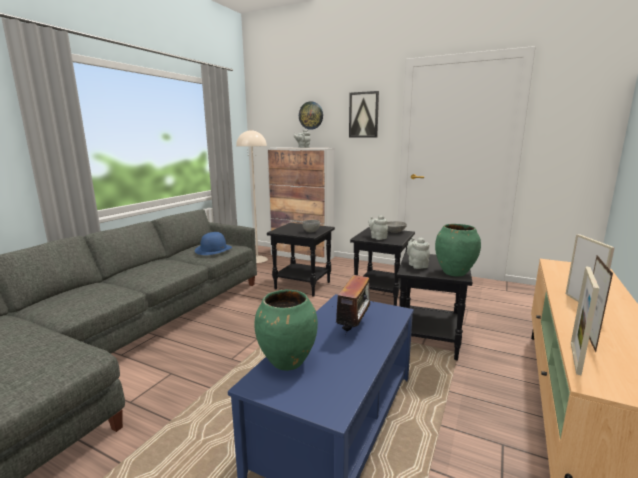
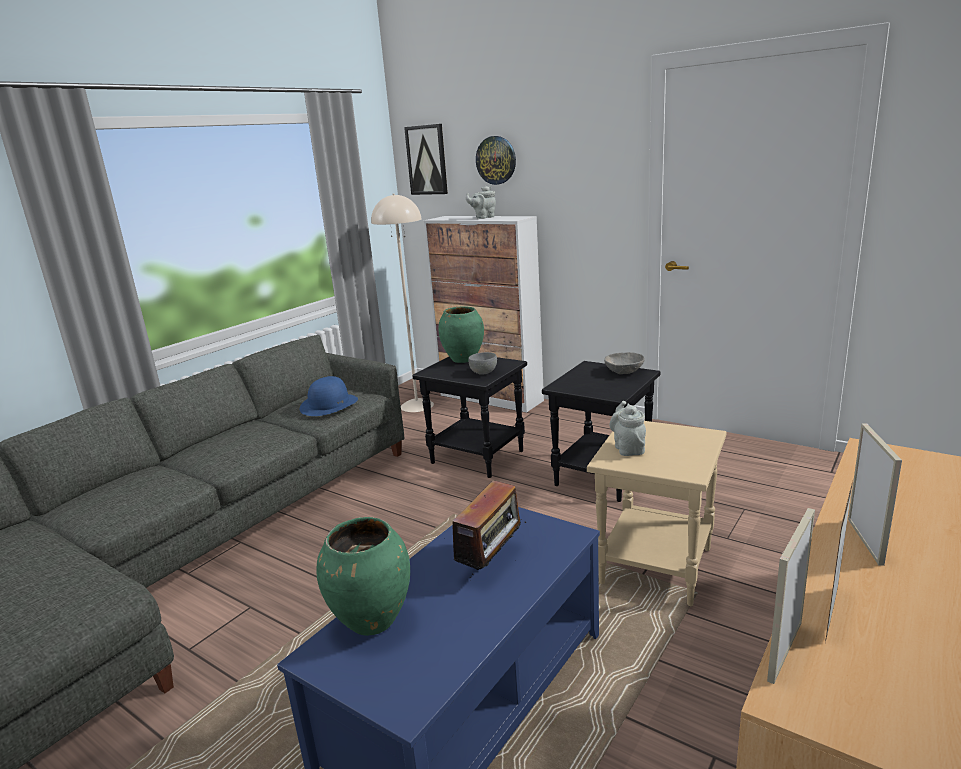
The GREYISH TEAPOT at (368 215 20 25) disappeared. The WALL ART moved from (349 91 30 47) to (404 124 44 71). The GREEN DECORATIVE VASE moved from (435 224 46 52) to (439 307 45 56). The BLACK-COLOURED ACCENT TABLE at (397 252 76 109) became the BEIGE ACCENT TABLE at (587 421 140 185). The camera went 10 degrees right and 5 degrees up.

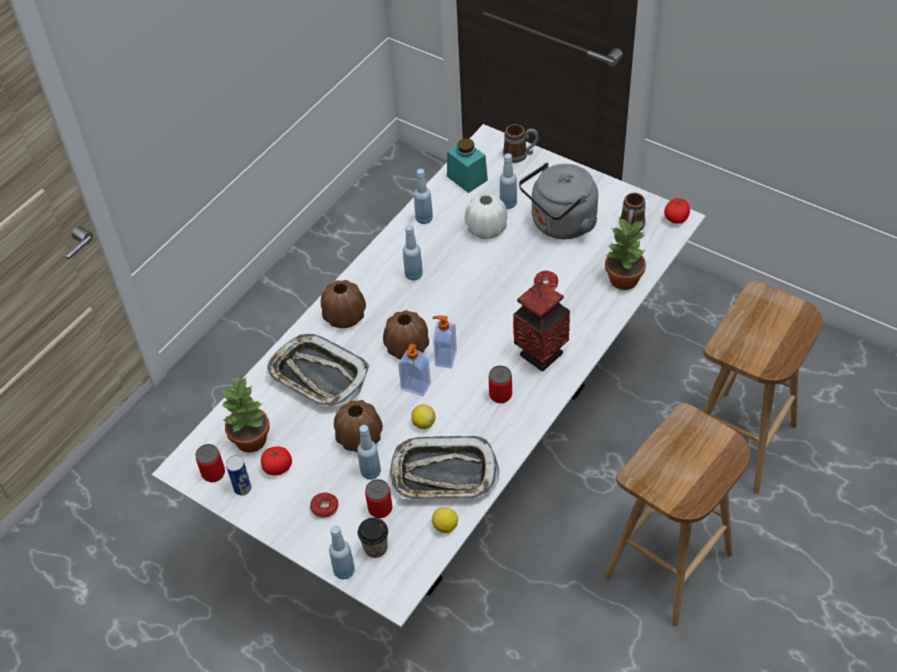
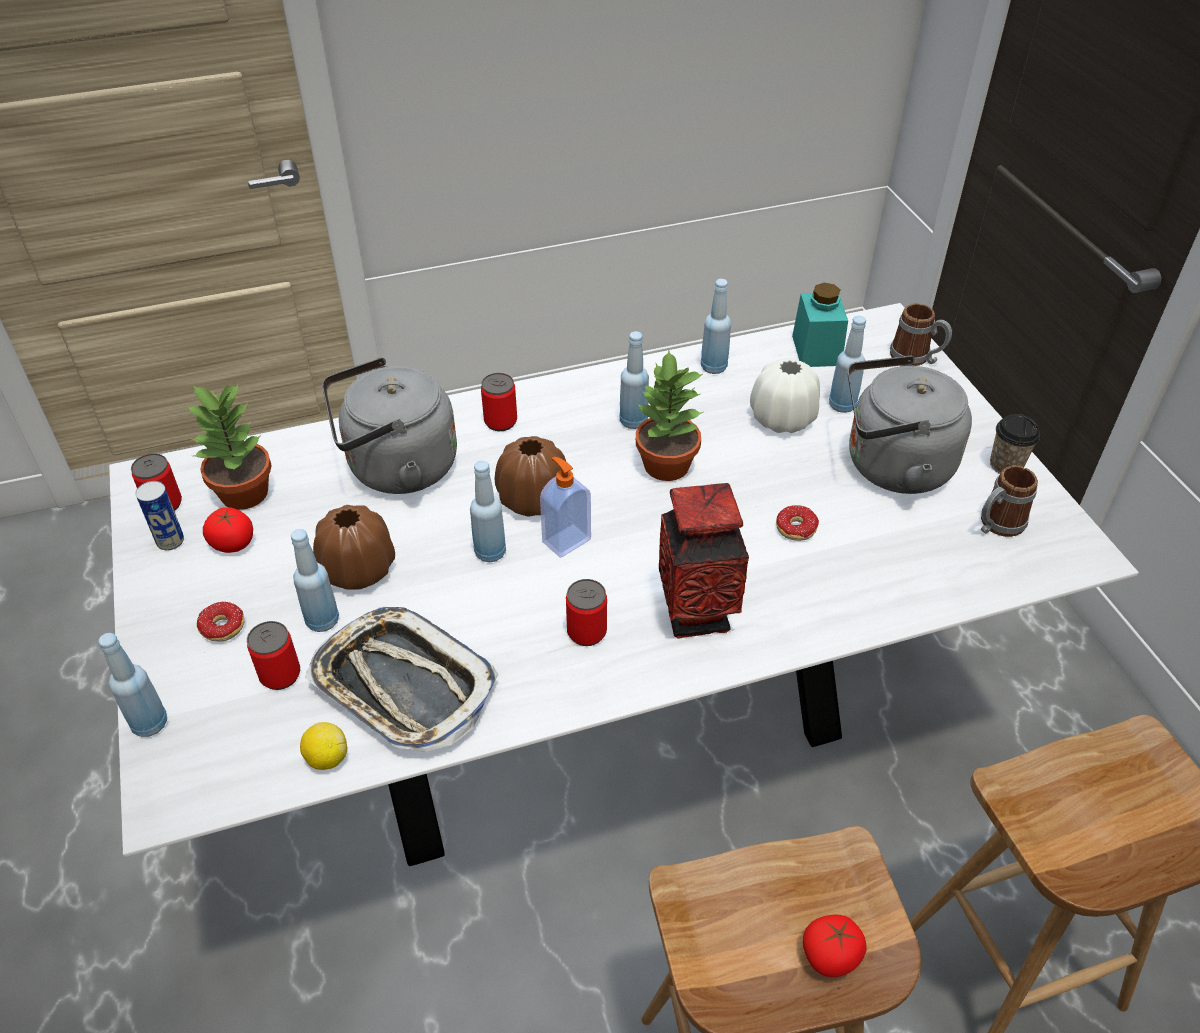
The WHOLE LEMON at (411 404 25 25) disappeared. The DRINKING CUP moved from (358 517 30 41) to (990 414 50 60). The HOUSEPLANT moved from (605 218 41 72) to (636 350 67 131). The WHOLE TOMATO moved from (664 198 26 26) to (803 915 64 62). The SERVING TRAY at (266 334 104 73) was replaced by the GREYISH WATER KETTLE at (322 357 135 137). The BROWN DECORATIVE VASE at (321 280 45 48) was replaced by the CAN at (481 373 36 58). The SOAP BOTTLE at (398 344 33 52) was replaced by the BLUE BOTTLE at (470 461 36 101). The camera went 35 degrees right and 5 degrees down.

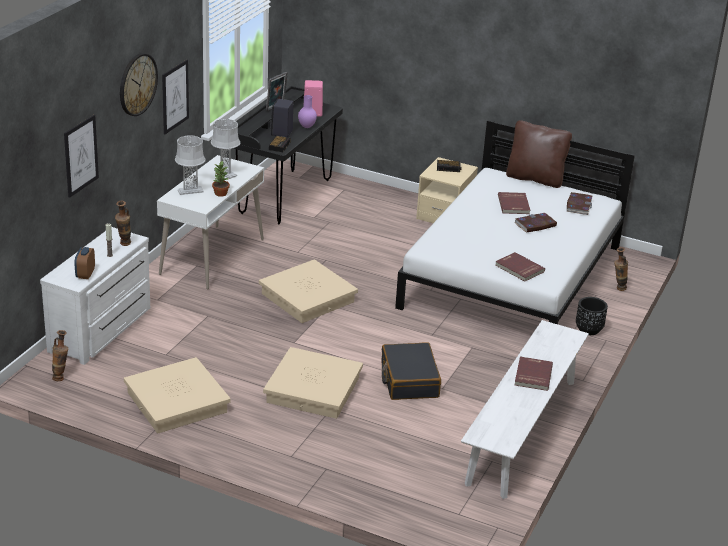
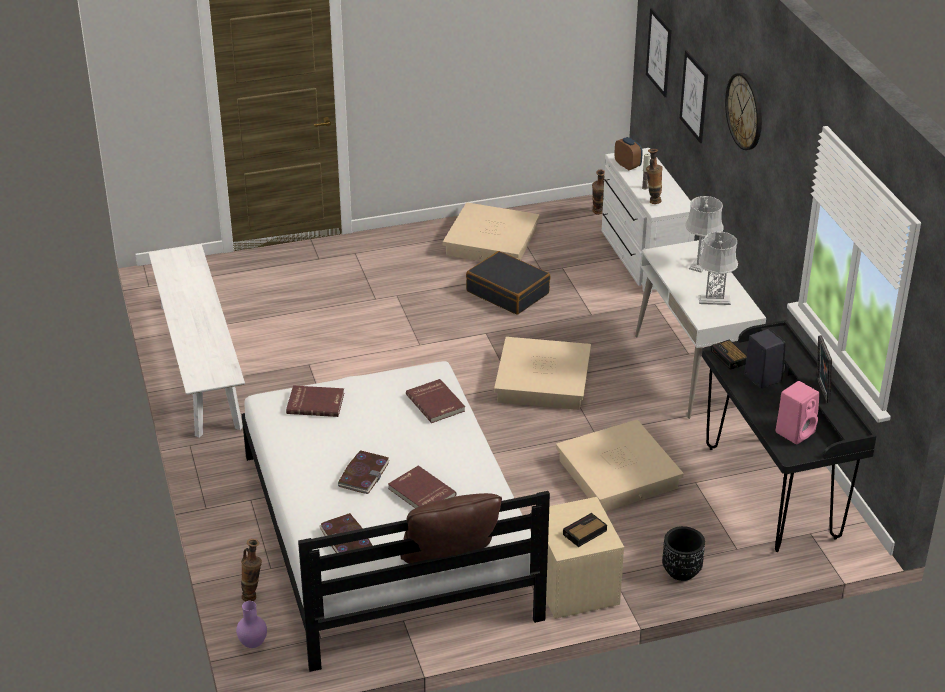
The HOUSEPLANT at (212 161 18 36) disappeared. The WALL ART moved from (162 60 27 74) to (646 8 26 89). The BEIGE STORAGE CONTAINER moved from (263 347 100 72) to (556 420 128 92). The PURPLE DECORATIVE VASE moved from (298 95 19 33) to (236 601 31 47). The BLACK-COLOURED SUITCASE moved from (382 342 59 58) to (466 251 85 64). The RED-COLOURED VOLUME moved from (515 357 38 34) to (406 379 59 44). The BLACK-COLOURED FLOWER POT moved from (576 297 32 38) to (662 526 43 55). The camera went 140 degrees right and 5 degrees up.

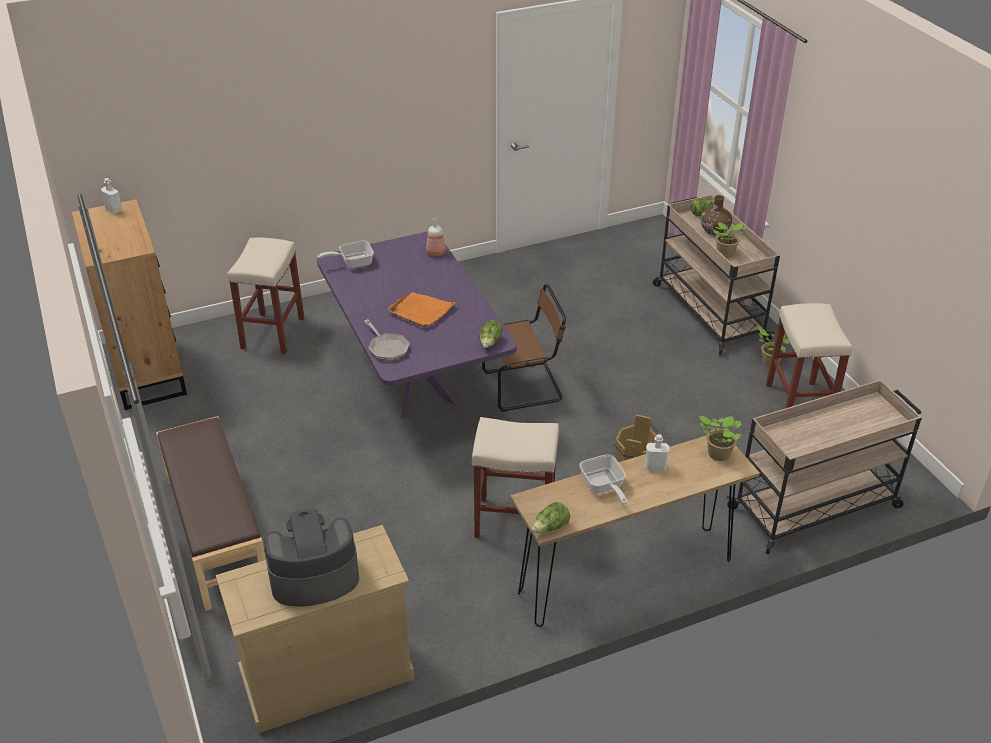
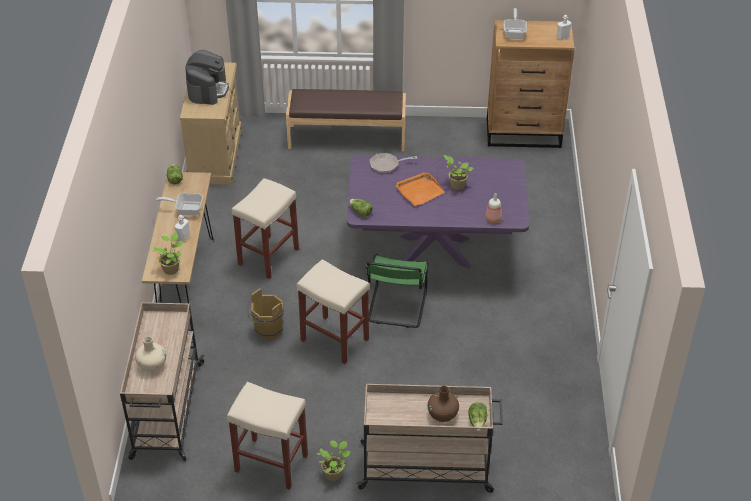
The BEIGE DECORATIVE VASE at (135 336 31 36) appeared. The BEIGE SITTING STOOL moved from (227 238 78 116) to (297 259 73 105). The SKILLET moved from (317 241 57 27) to (504 8 23 31). The HOUSEPLANT moved from (713 222 34 35) to (444 155 29 35). The BROWN CHAIR at (482 284 84 128) became the GREEN CHAIR at (365 254 64 74). The camera went 115 degrees right and 5 degrees up.

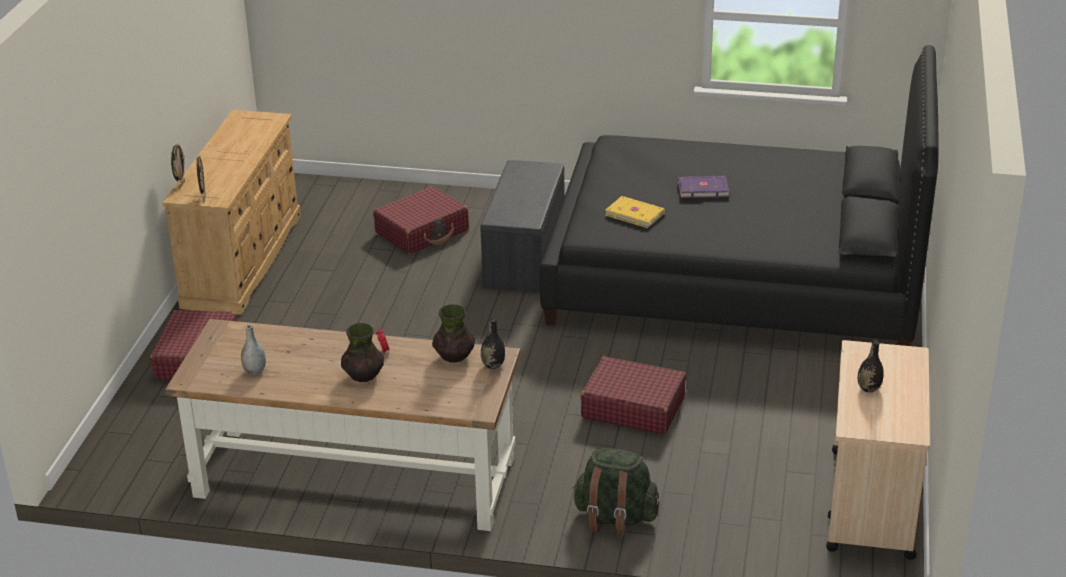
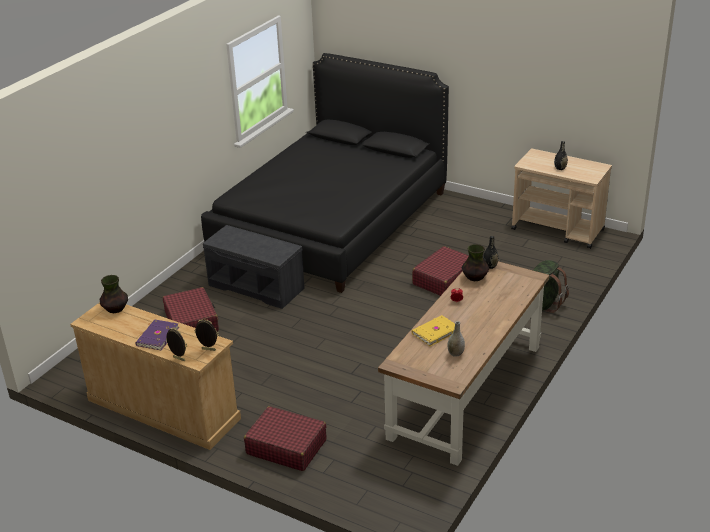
The DECORATIVE VASE moved from (341 323 43 59) to (100 275 28 38). The YELLOW-COLOURED VOLUME moved from (605 196 60 32) to (412 315 43 31). The PURPLE VOLUME moved from (678 176 51 22) to (135 320 44 30). The camera went 70 degrees left and 0 degrees up.

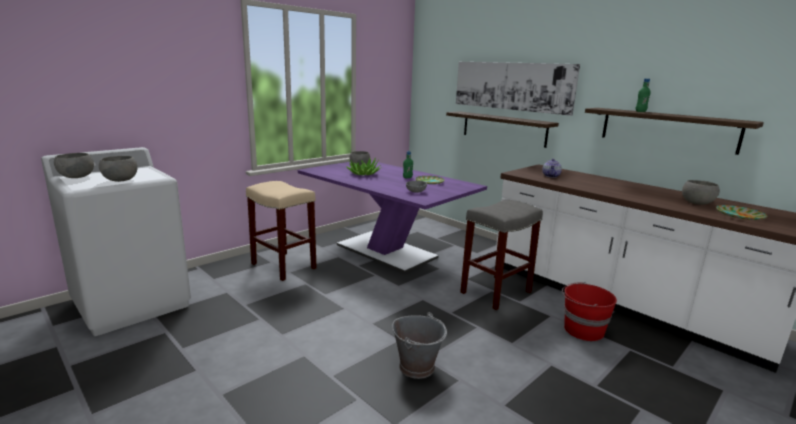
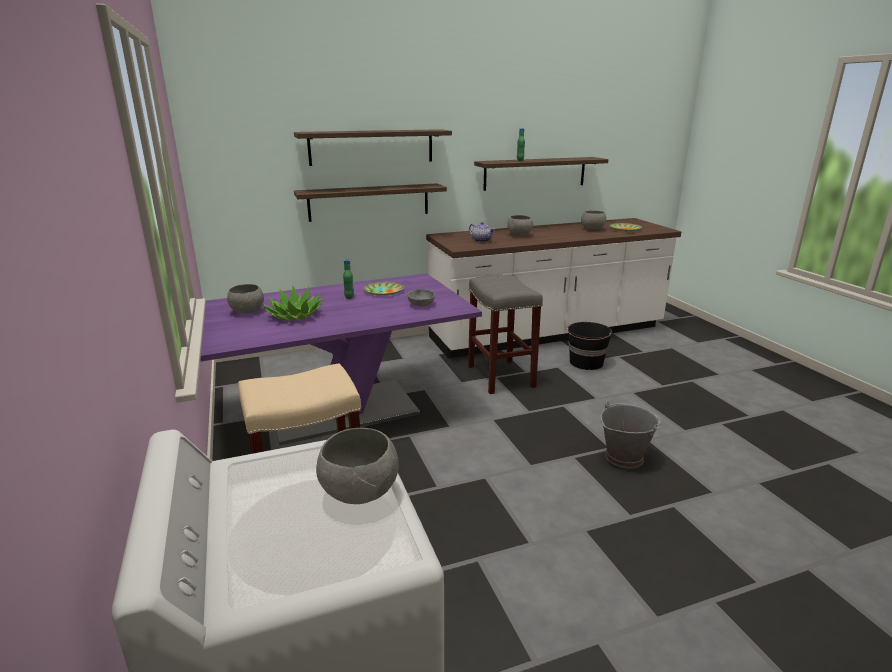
The GREYISH DEEP DISH moved from (54 153 40 25) to (507 215 26 21). The WALL ART at (456 62 124 54) was replaced by the BRACKET SHELF at (294 129 158 37). The RED-COLOURED PAIL at (562 282 55 59) became the BLACK-COLOURED PAIL at (566 322 46 48). The camera went 65 degrees left and 5 degrees up.

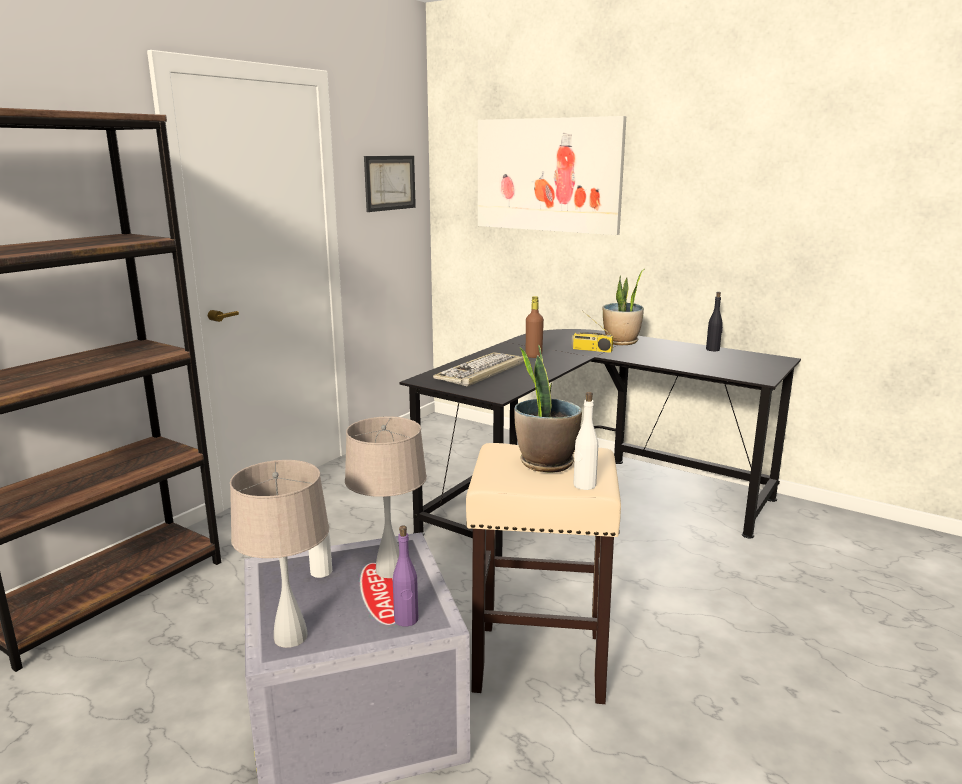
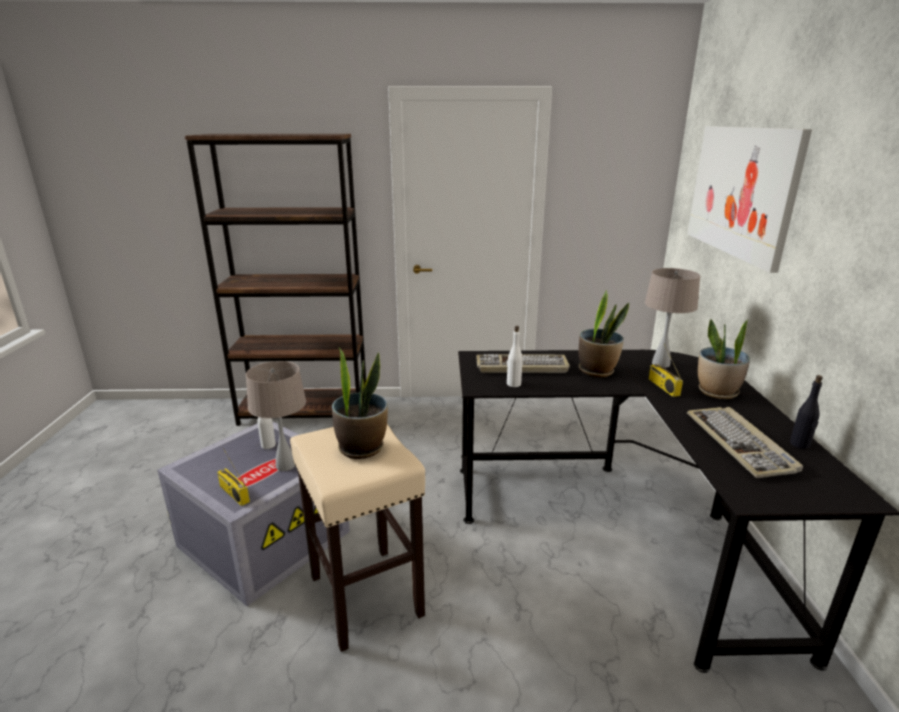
The WALL ART at (364 156 52 56) disappeared. The PC KEYBOARD at (687 407 116 71) appeared. The BEIGE TABLETOP LAMP moved from (230 460 99 188) to (645 268 56 100). The WHITE BOTTLE moved from (574 392 24 98) to (507 326 16 61). The PURPLE BOTTLE at (393 525 25 101) was replaced by the RADIO RECEIVER at (217 448 33 58). The BROWN BOTTLE at (526 296 18 62) was replaced by the HOUSEPLANT at (579 290 50 87). The camera went 55 degrees right and 5 degrees up.

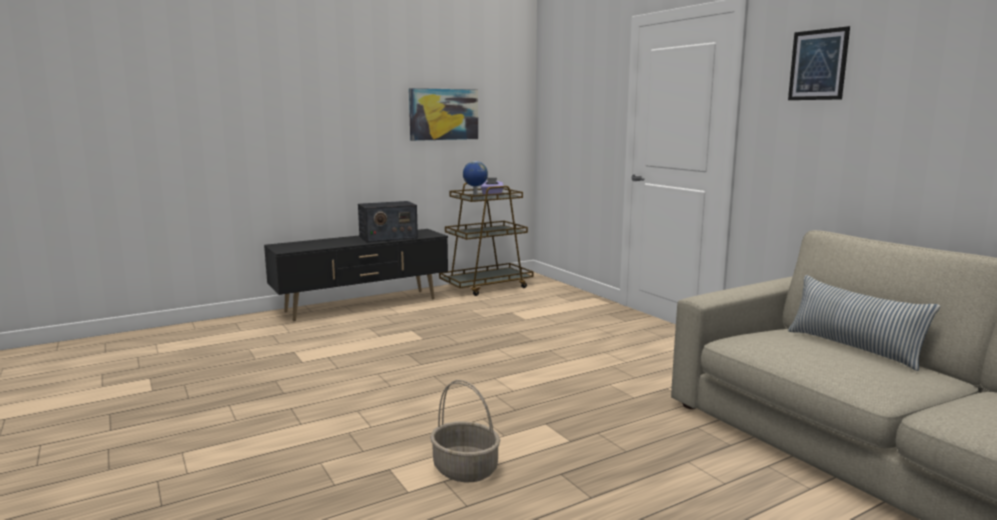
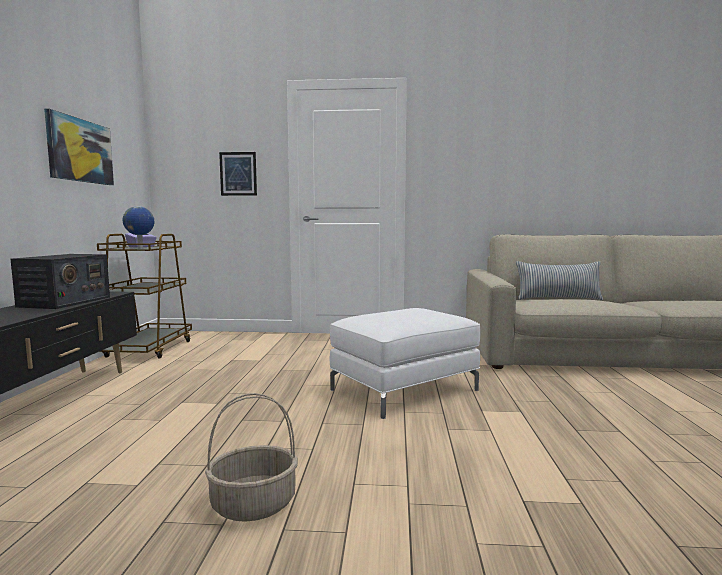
The WHITE POUFFE at (330 308 151 111) appeared. The STORAGE BASKET moved from (430 380 70 102) to (205 393 93 129). The WALL ART moved from (788 26 62 74) to (219 152 38 44). The camera went 55 degrees left and 5 degrees down.

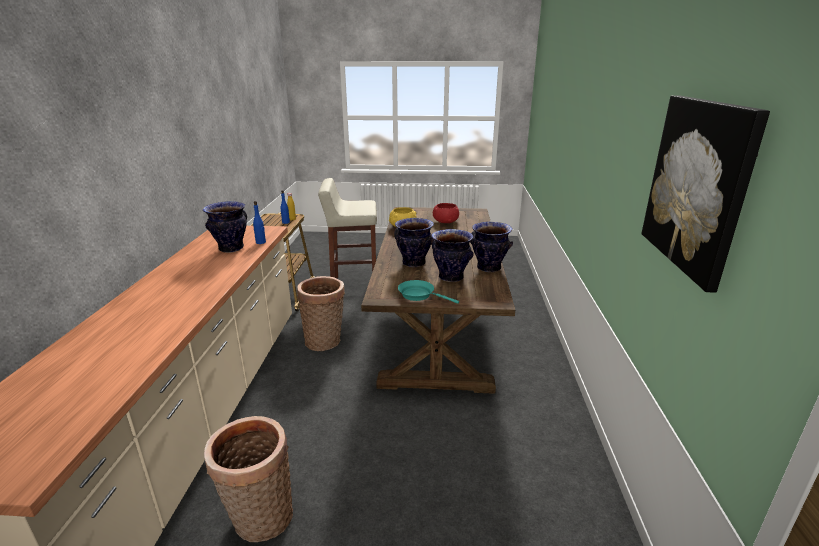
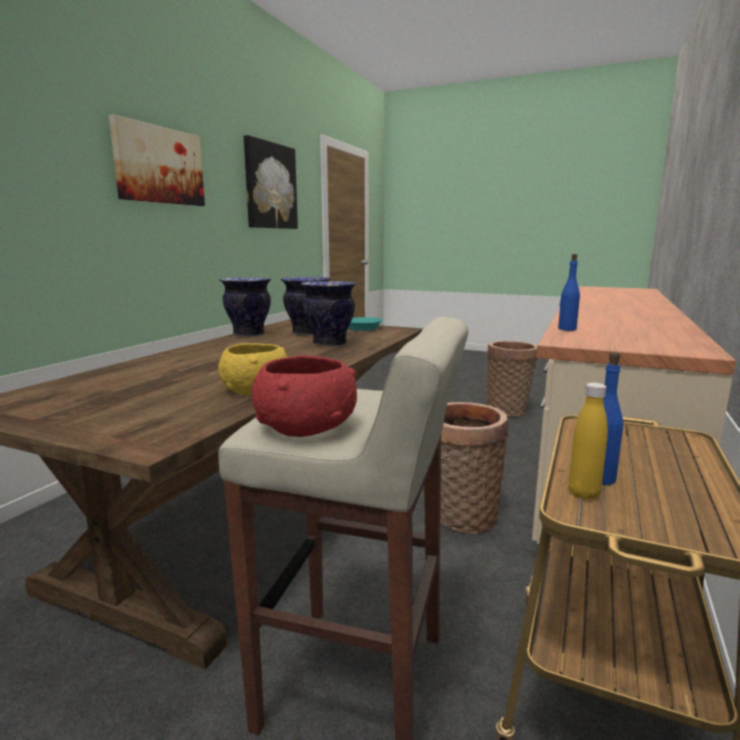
The DECORATIVE VASE at (203 201 44 52) disappeared. The WALL ART at (109 115 96 91) appeared. The RED-COLOURED DEEP DISH moved from (433 203 26 20) to (251 355 106 82). The camera went 160 degrees left and 10 degrees down.

